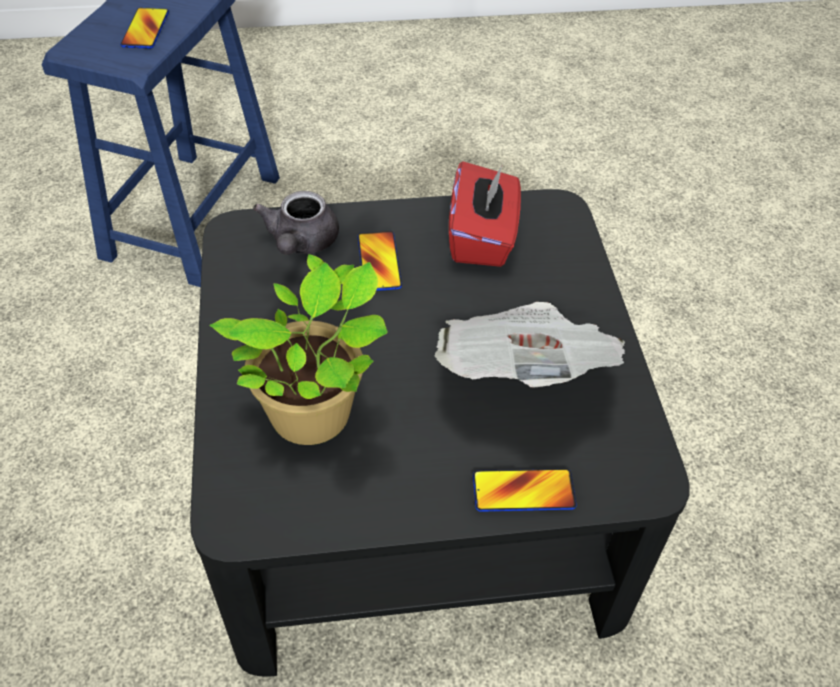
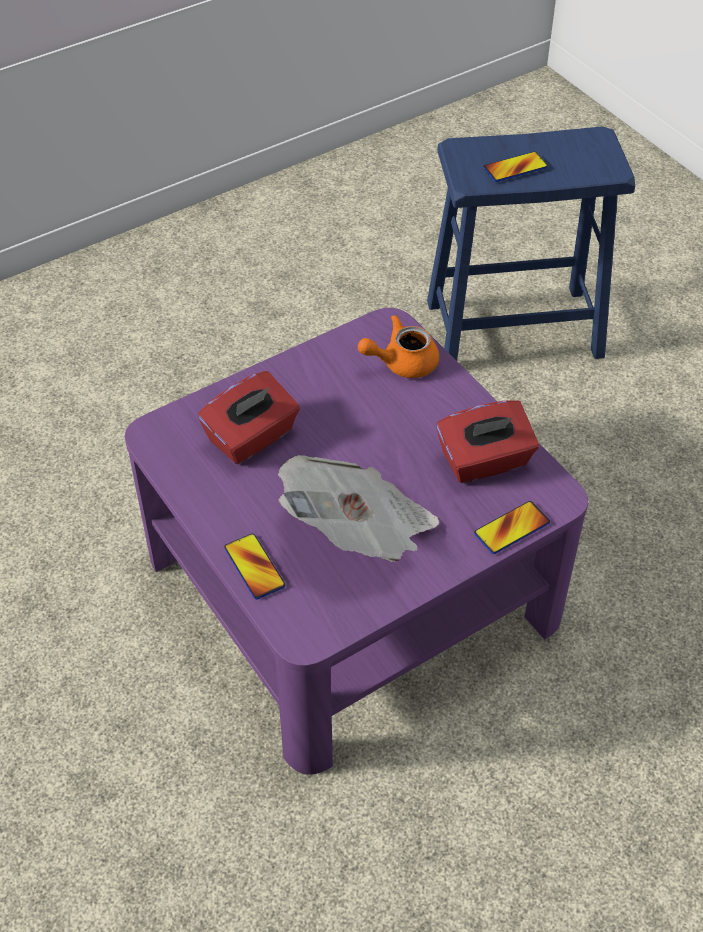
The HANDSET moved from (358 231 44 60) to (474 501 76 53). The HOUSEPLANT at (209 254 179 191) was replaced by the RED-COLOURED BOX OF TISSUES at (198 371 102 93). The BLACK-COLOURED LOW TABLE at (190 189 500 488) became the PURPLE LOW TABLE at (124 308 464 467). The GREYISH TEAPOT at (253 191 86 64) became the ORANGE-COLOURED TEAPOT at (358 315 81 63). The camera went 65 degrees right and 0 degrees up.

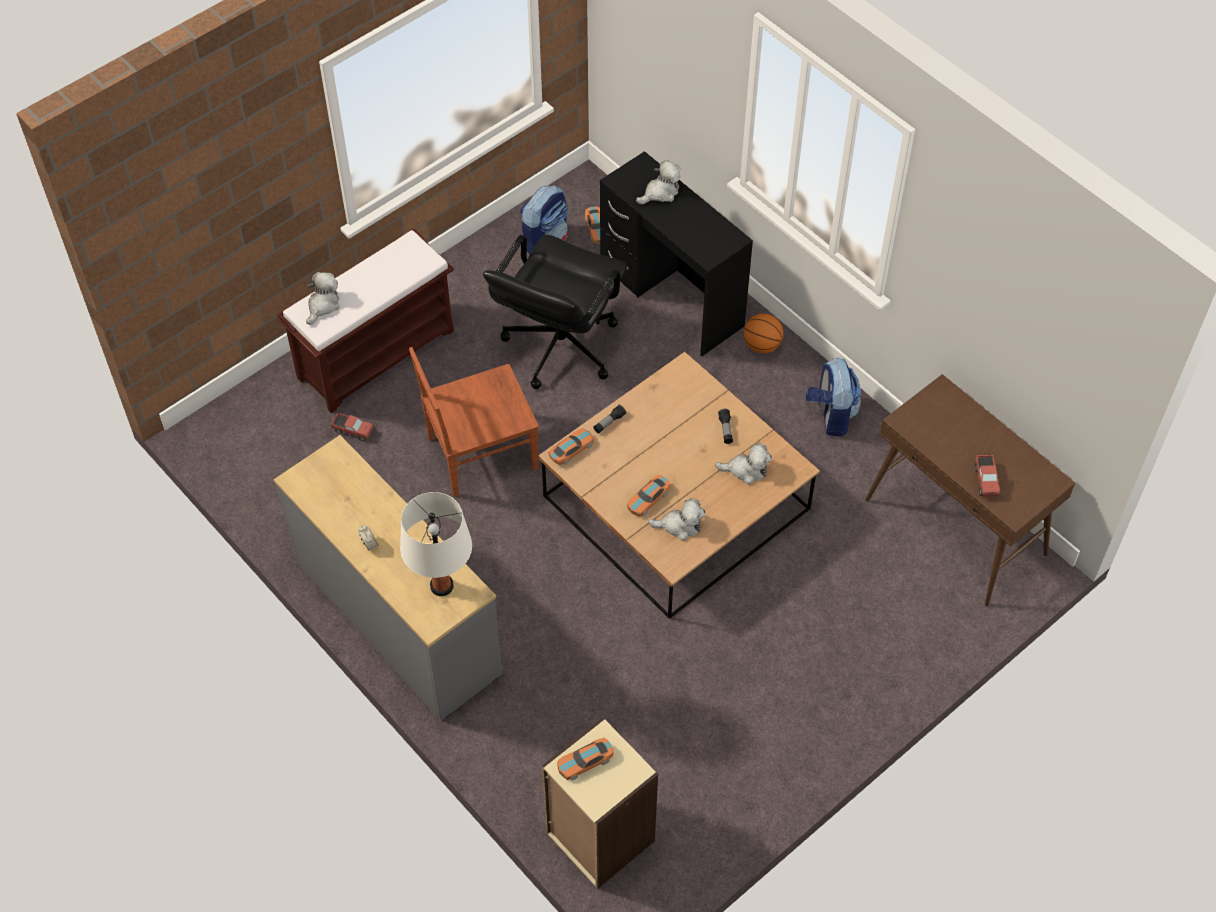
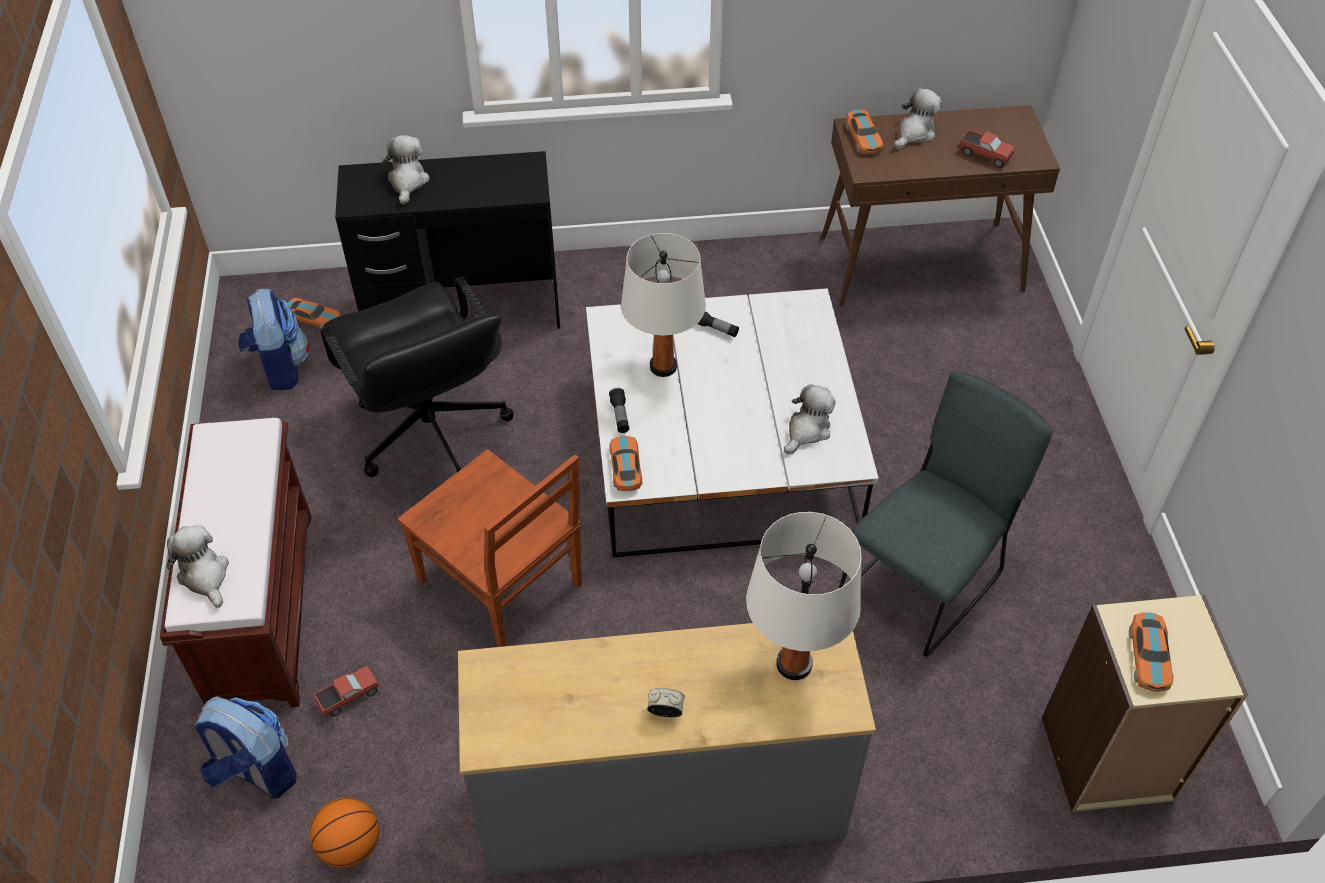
The WHITE TABLETOP LAMP at (621 233 85 144) appeared. The GREYISH CHAIR at (838 371 215 286) appeared. The TOY CAR moved from (627 475 44 42) to (846 110 37 44). The CUDDLY TOY moved from (715 443 57 42) to (894 88 48 61). The BASKETBALL moved from (743 313 41 41) to (310 798 69 70). The KNAPSACK moved from (806 358 55 79) to (195 696 102 103). The BROWN LOW TABLE at (538 352 282 267) became the WHITE LOW TABLE at (586 288 293 270). The BROWN CHAIR at (409 347 130 150) turned 60 degrees counterclockwise. The camera went 55 degrees left and 5 degrees down.

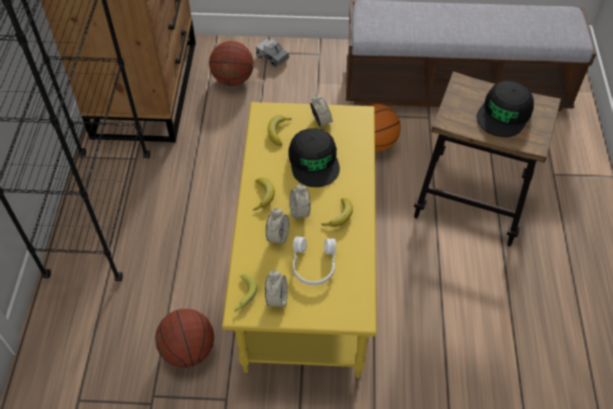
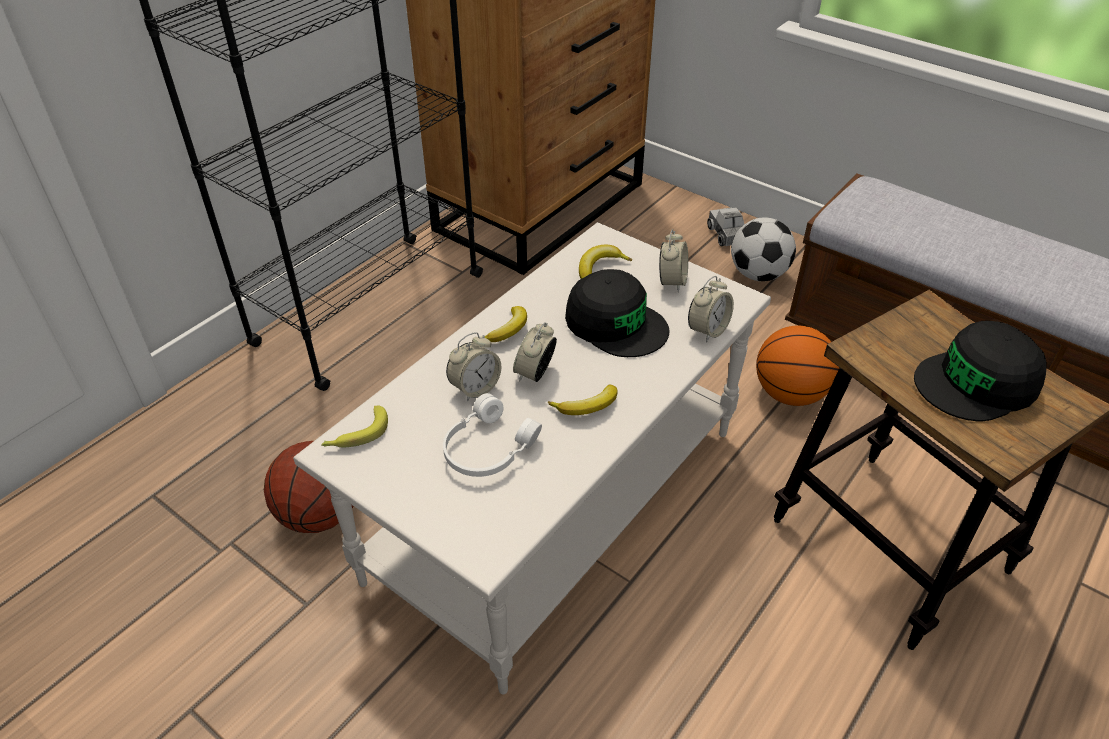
The BASKETBALL at (209 41 45 45) disappeared. The BALL FOR FOOTBALL at (731 218 65 63) appeared. The TABLE CLOCK moved from (265 270 23 39) to (688 276 46 66). The YELLOW-COLOURED LOW TABLE at (222 102 155 276) became the WHITE LOW TABLE at (293 222 478 472). The BLACK-COLOURED PEAKED CAP at (288 128 52 59) turned 75 degrees counterclockwise. The camera went 35 degrees right and 10 degrees down.

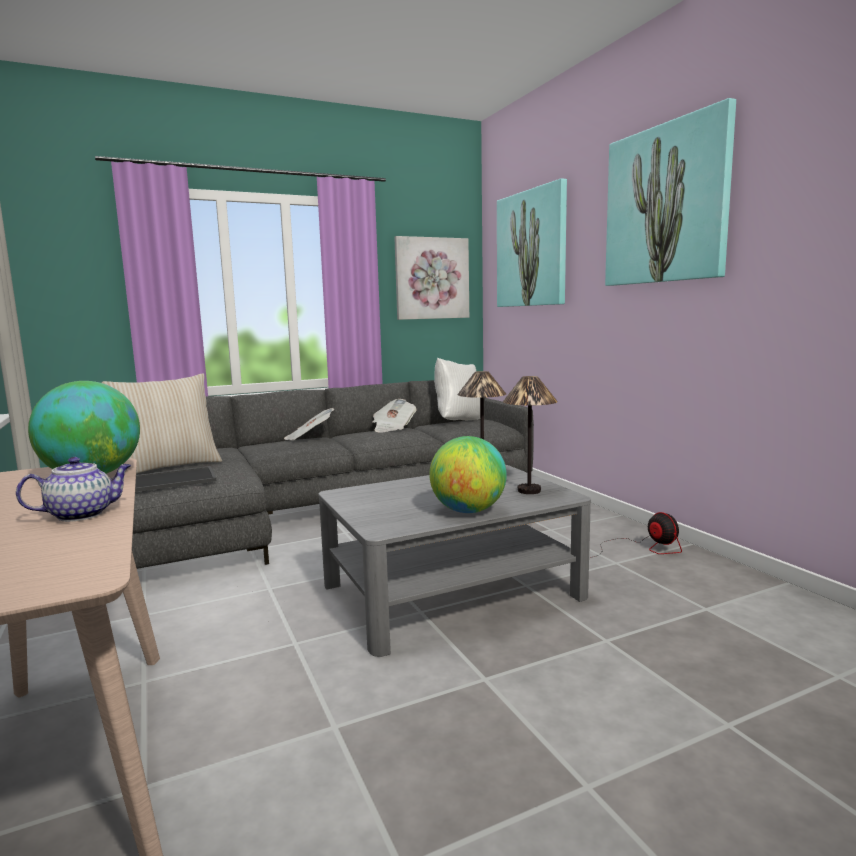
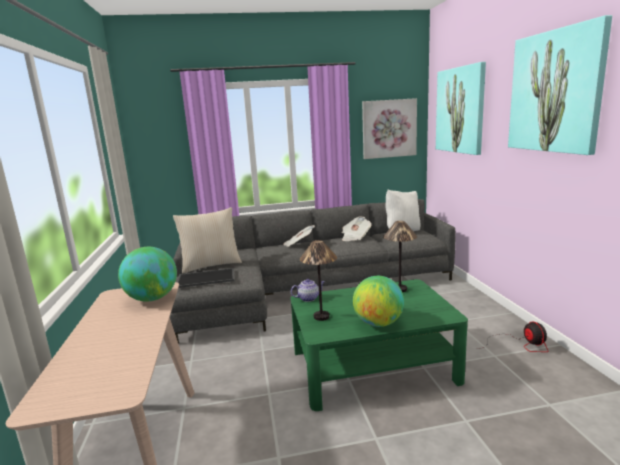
The TEAPOT moved from (16 457 115 65) to (291 279 34 23). The TABLETOP LAMP moved from (503 376 55 118) to (300 240 37 81). The GREYISH LOW TABLE at (318 465 273 192) became the GREEN LOW TABLE at (290 279 178 132). The camera went 15 degrees right and 5 degrees up.

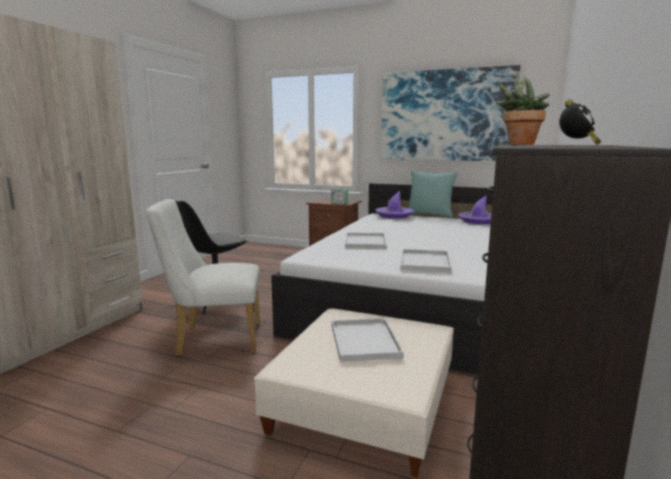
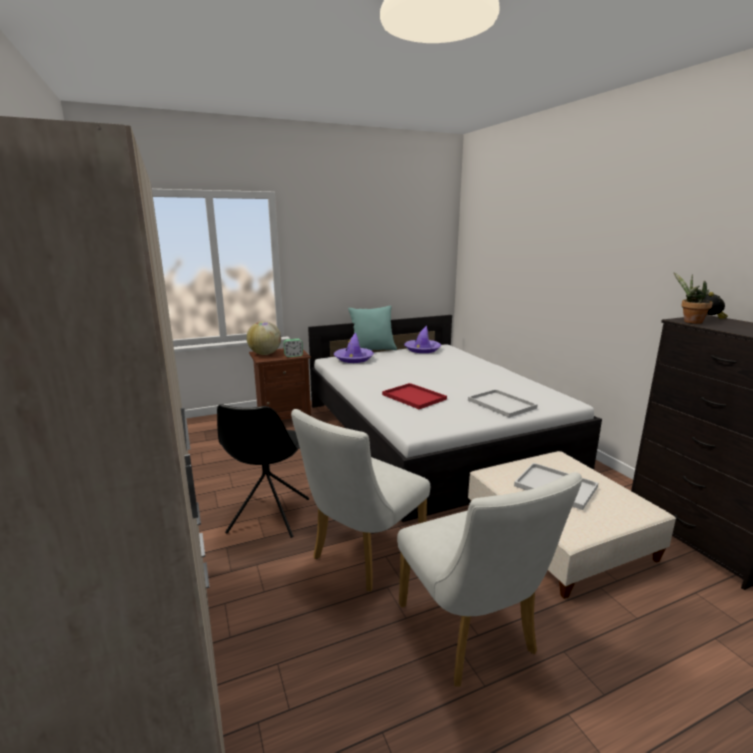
The WALL ART at (381 65 139 96) disappeared. The DESK GLOBE at (247 321 34 34) appeared. The WHITE CHAIR at (397 472 185 215) appeared. The WHITE SERVING TRAY at (345 233 42 16) became the RED-COLOURED SERVING TRAY at (382 383 65 26). The camera went 45 degrees left and 5 degrees up.

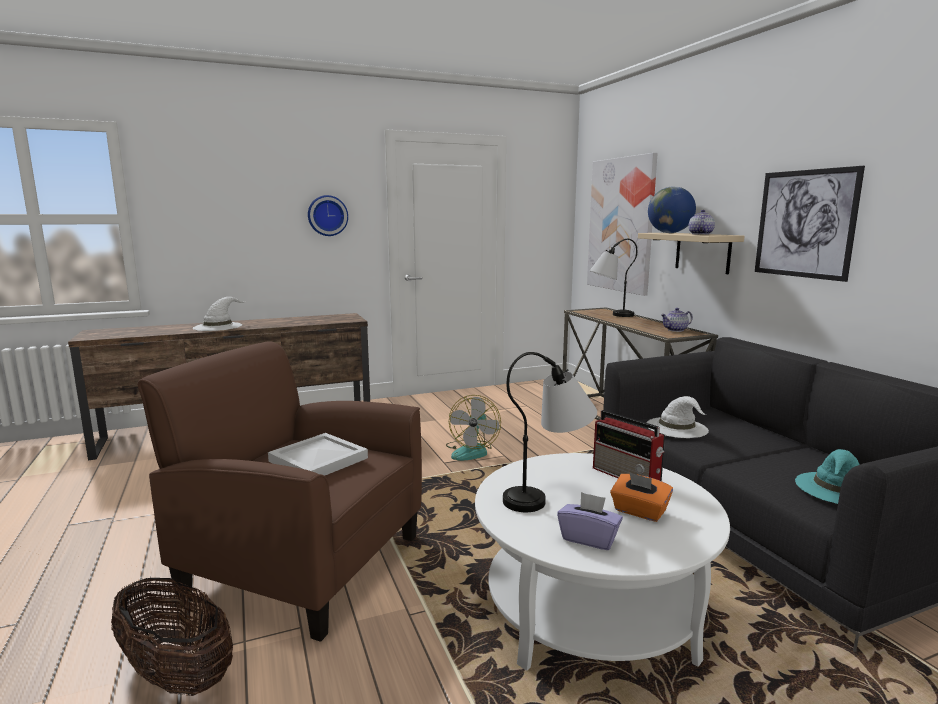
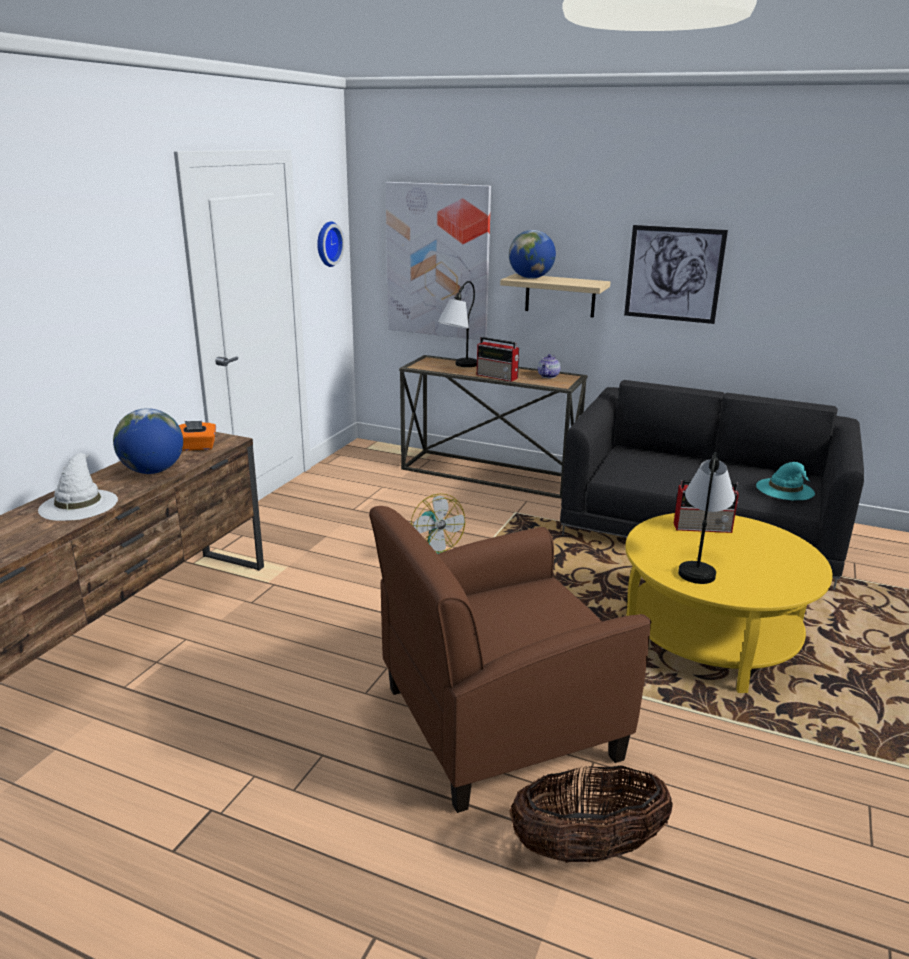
The WHITE SERVING TRAY at (268 433 100 43) disappeared. The PURPLE BOX OF TISSUES at (557 492 66 58) disappeared. The WHITE HAT at (646 396 63 42) disappeared. The TEAPOT at (689 210 26 25) disappeared. The DESK GLOBE at (113 408 70 66) appeared. The RADIO RECEIVER at (477 337 42 45) appeared. The WALL CLOCK moved from (308 195 40 41) to (317 221 28 46). The ORANGE-COLOURED BOX OF TISSUES moved from (610 472 63 50) to (179 421 37 30). The WHITE LOW TABLE at (475 453 255 217) became the YELLOW-COLOURED LOW TABLE at (625 513 207 180). The camera went 45 degrees left and 10 degrees up.

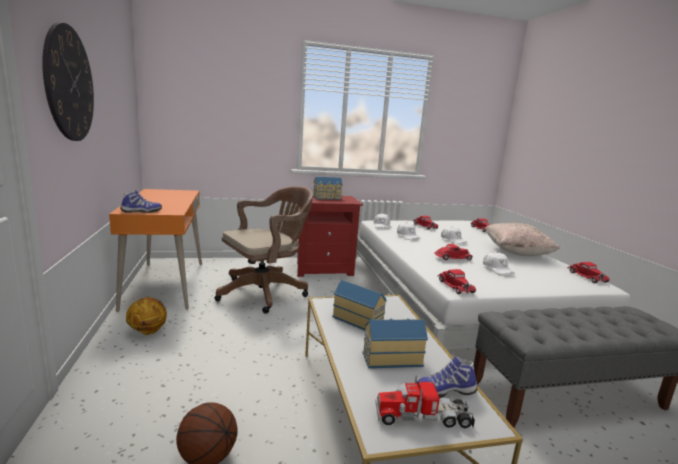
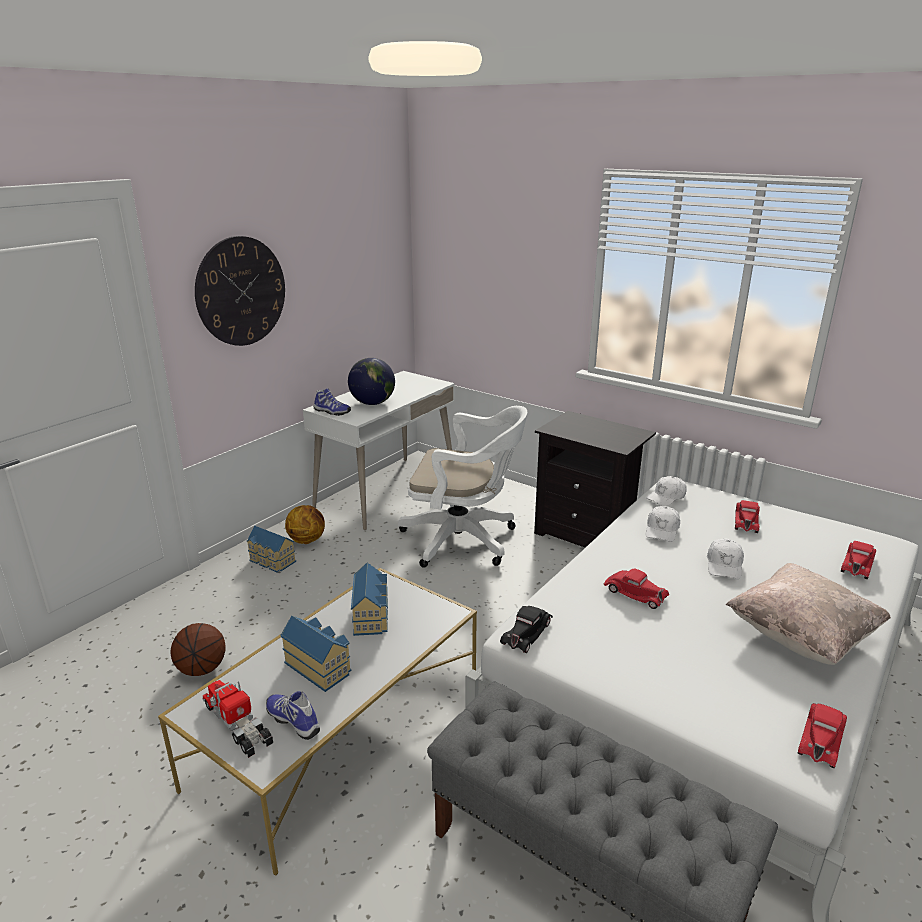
The WHITE PEAKED CAP at (483 252 32 23) disappeared. The DESK GLOBE at (348 358 47 47) appeared. The MODEL HOUSE moved from (313 177 30 23) to (247 526 49 46). The ORANGE-COLOURED DESK TABLE at (109 189 93 123) became the WHITE DESK TABLE at (303 371 152 159). The BROWN COMPUTER CHAIR at (215 186 98 128) became the WHITE COMPUTER CHAIR at (398 406 129 162). The RED-COLOURED NIGHT TABLE at (297 196 66 81) became the BLACK-COLOURED NIGHT TABLE at (534 411 122 137). The RED-COLOURED TOY CAR at (438 269 38 25) became the BLACK-COLOURED TOY CAR at (500 606 53 47). The camera went 50 degrees right and 10 degrees up.

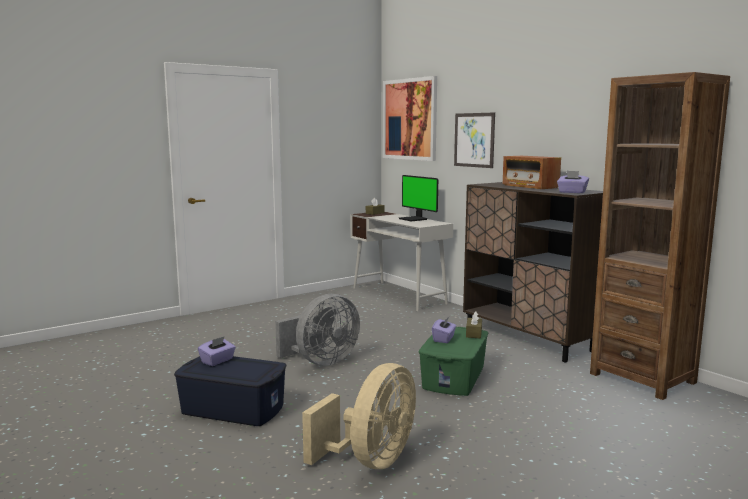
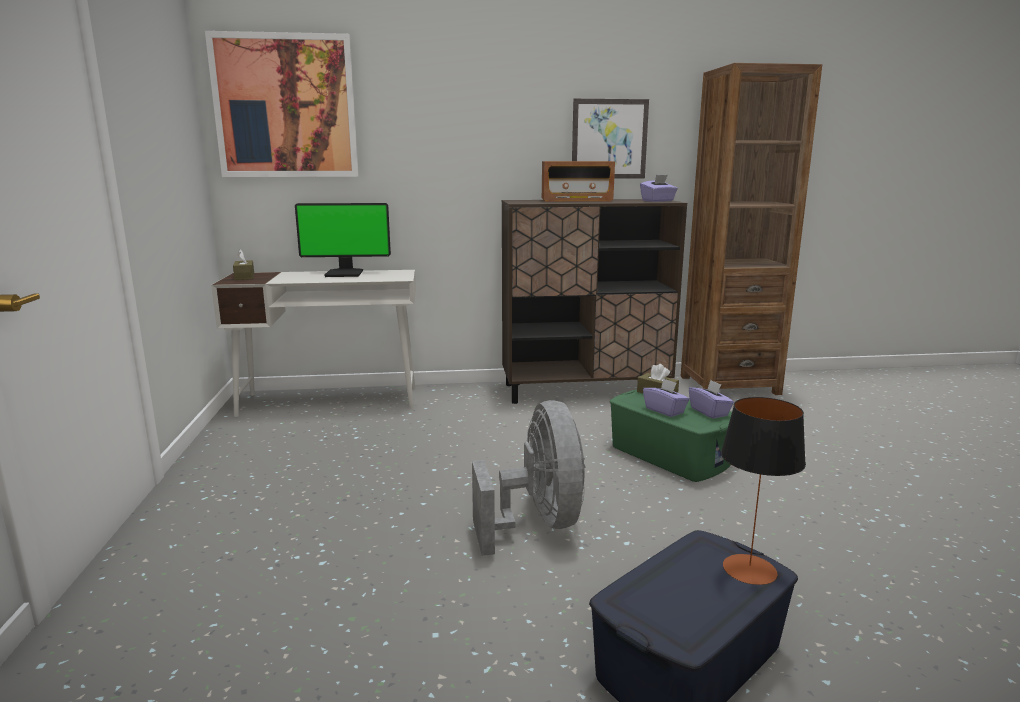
The BEIGE ELECTRIC FAN at (302 363 114 106) disappeared. The TABLETOP LAMP at (721 397 85 188) appeared. The PURPLE BOX OF TISSUES moved from (198 336 38 30) to (689 380 45 39). The WALL ART moved from (454 112 41 56) to (572 99 77 80). The camera went 60 degrees left and 5 degrees up.

